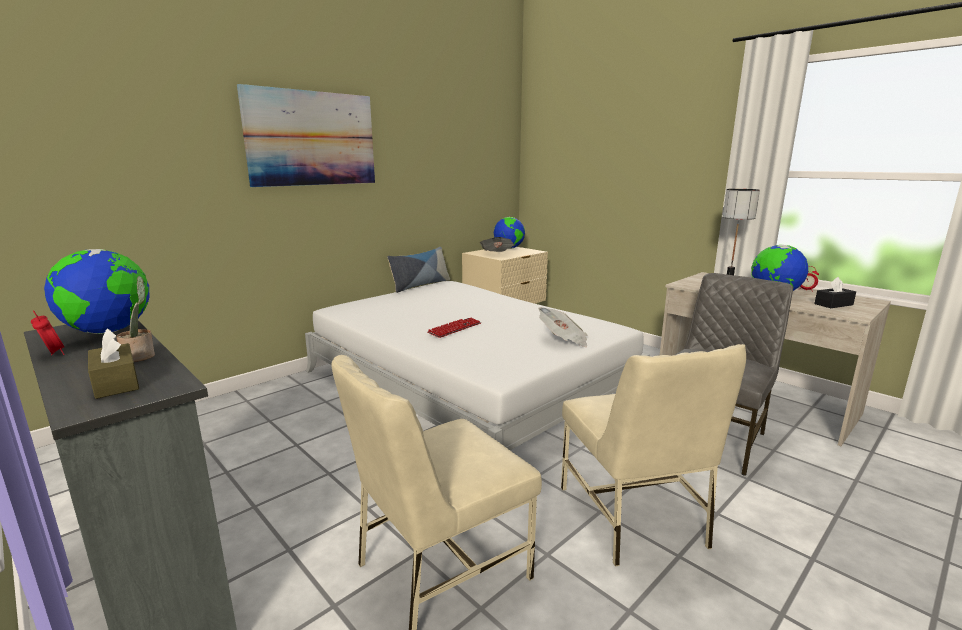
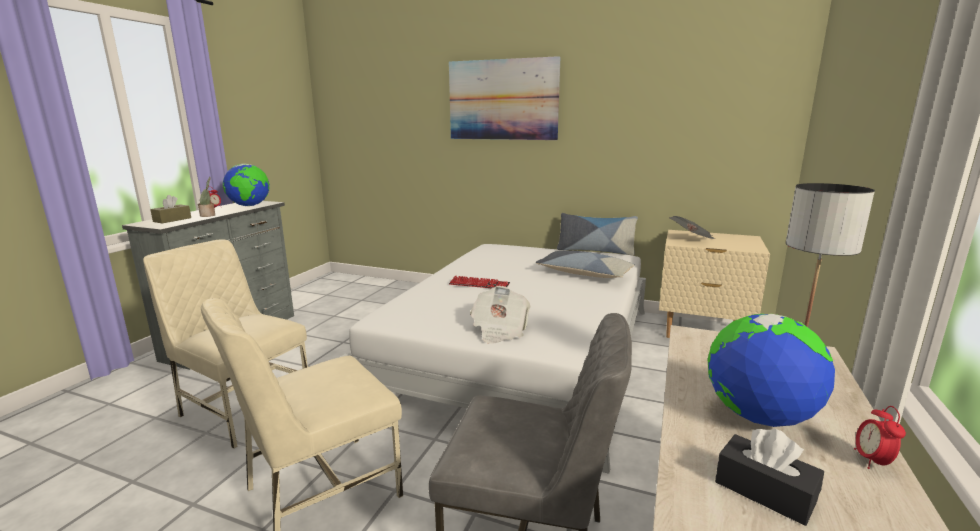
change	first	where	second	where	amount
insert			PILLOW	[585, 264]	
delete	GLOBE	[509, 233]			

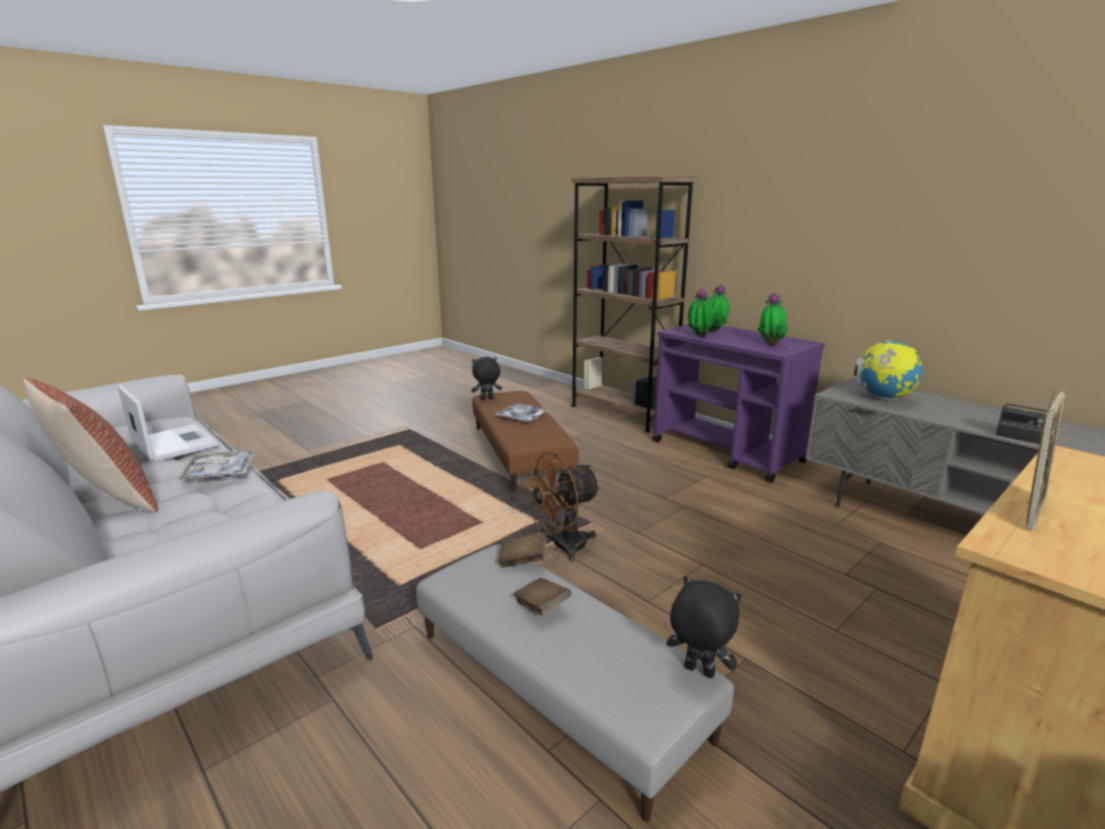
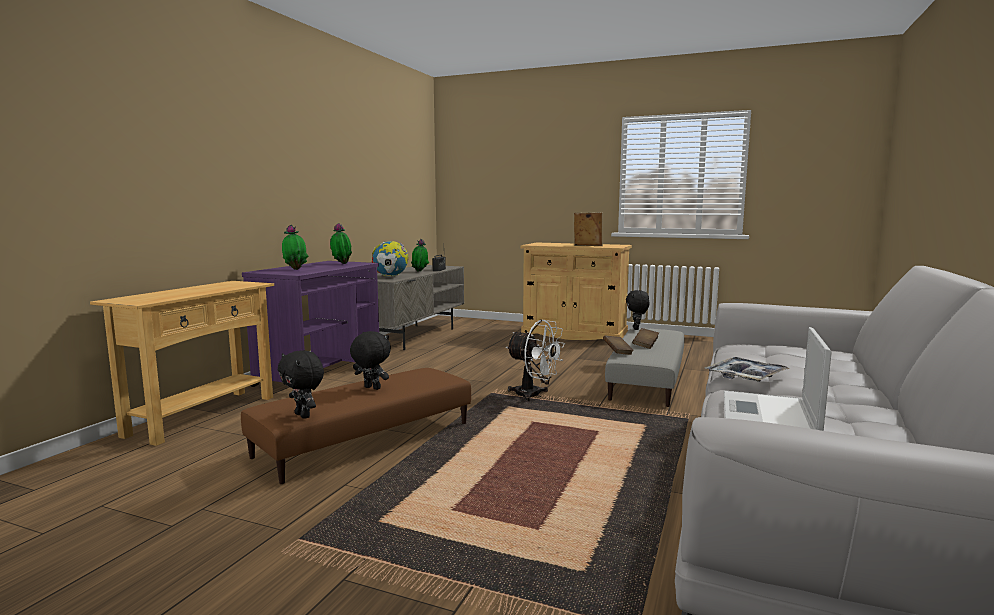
change	first	where	second	where	amount
replace	BROWN BOOKCASE	[634, 304]	BEIGE CONSOLE TABLE	[182, 363]	
replace	TRAY	[522, 412]	BLACK PLUSH TOY	[370, 360]	
move	POTTED PLANT	[701, 312]		[420, 255]	
recolor	BROWN FAN	[561, 506]	WHITE FAN	[535, 360]	
delete	PILLOW	[91, 445]			

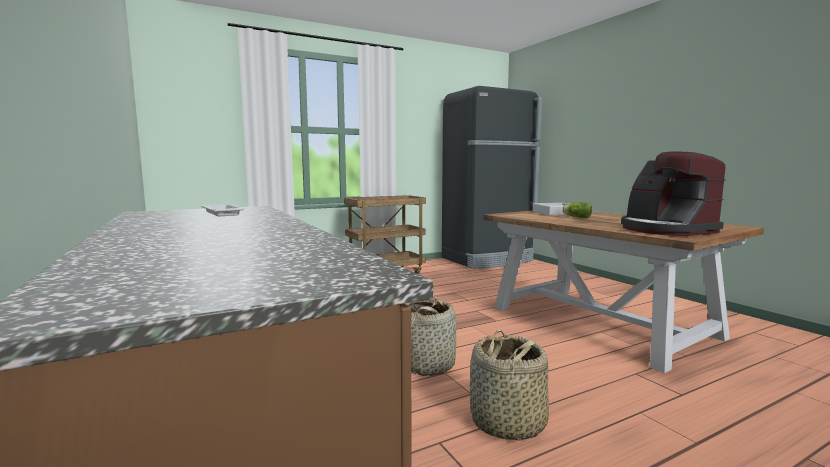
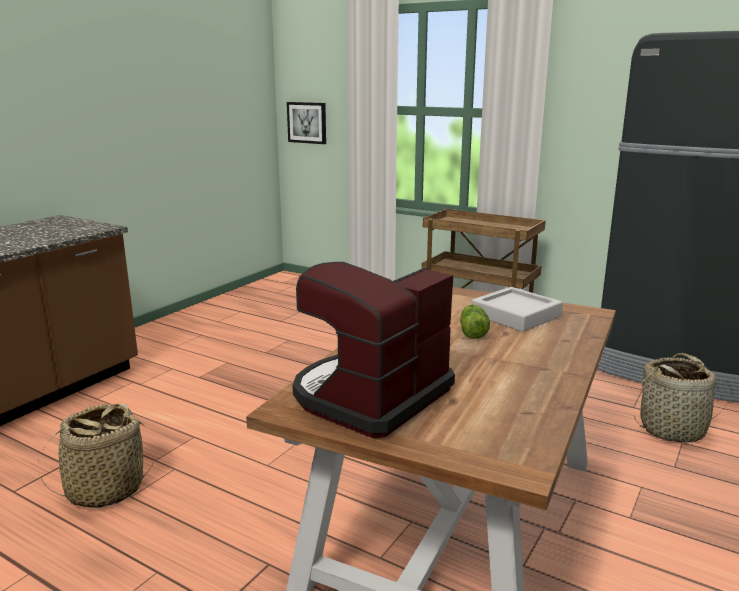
change	first	where	second	where	amount
insert			PICTURE	[306, 123]	
move	BASKET	[430, 335]		[681, 398]	
delete	WHITE TRAY	[223, 210]			

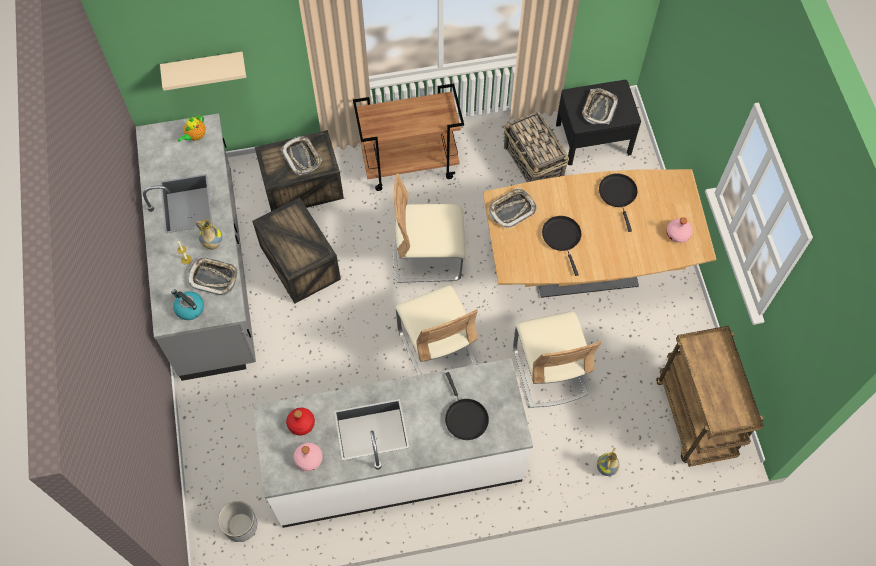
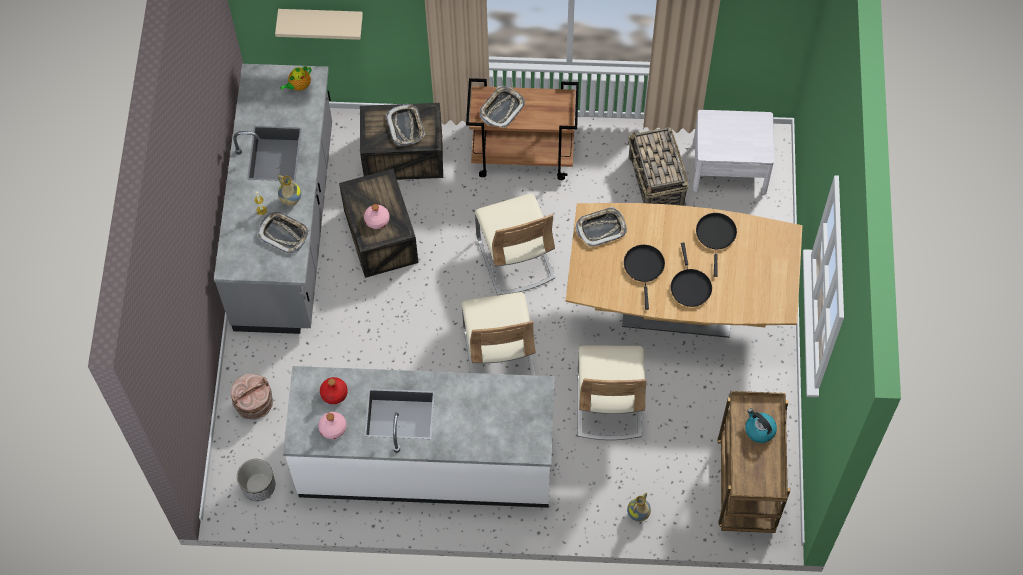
change	first	where	second	where	amount
insert			BROWN BUCKET	[252, 397]	
move	PINK BOTTLE	[679, 230]		[377, 216]	
rotate	BEIGE CHAIR	[429, 228]		[515, 244]	120 degrees counterclockwise
move	TRAY	[600, 106]		[502, 107]	
move	BLACK FRYING PAN	[467, 406]		[691, 275]	
recolor	BLACK NIGHTSTAND	[598, 122]	WHITE NIGHTSTAND	[733, 152]	
move	KETTLE	[187, 304]		[761, 425]	

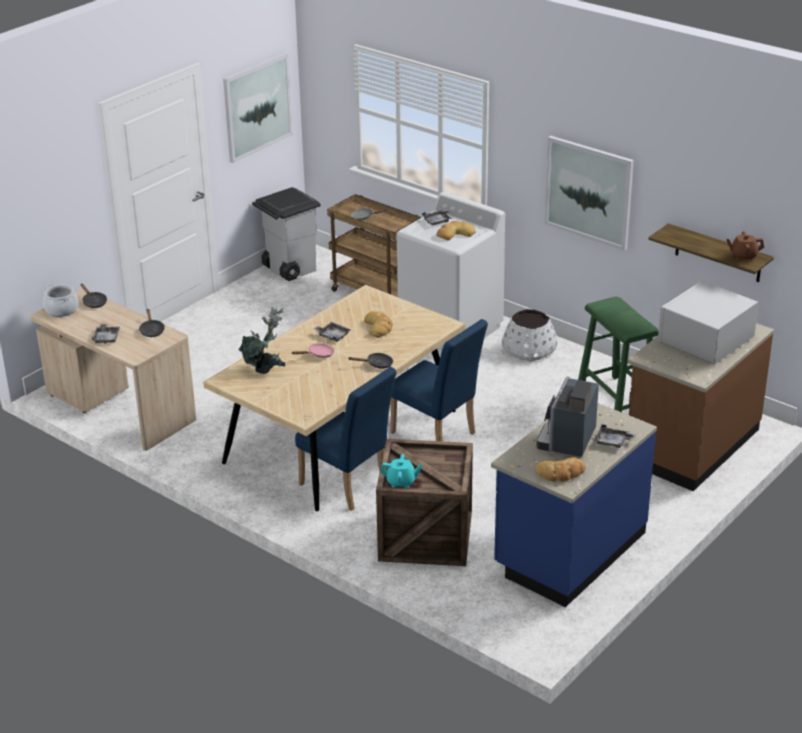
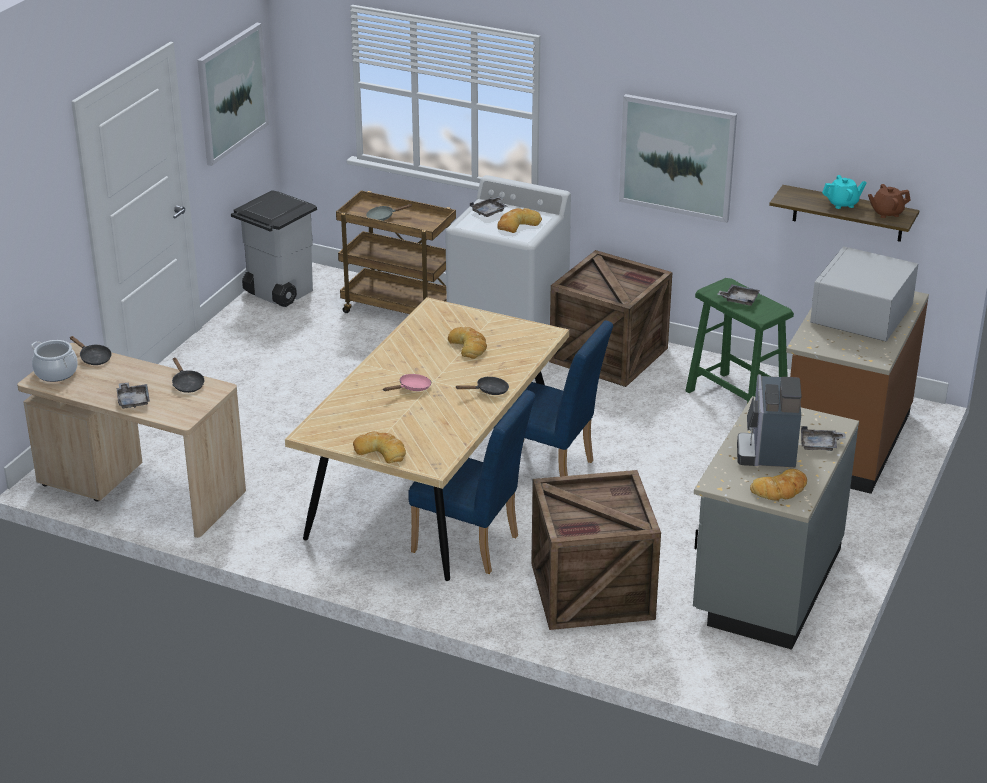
change	first	where	second	where	amount
insert			BREAD	[379, 447]	
replace	WHITE PLANTER	[530, 335]	CRATE	[610, 318]	
recolor	BLUE COUNTER	[574, 505]	GREY COUNTER	[776, 523]	
move	GREY TRAY	[332, 332]		[738, 295]	
move	TURQUOISE TEAPOT	[401, 471]		[844, 192]	
delete	POTTED PLANT	[262, 340]			

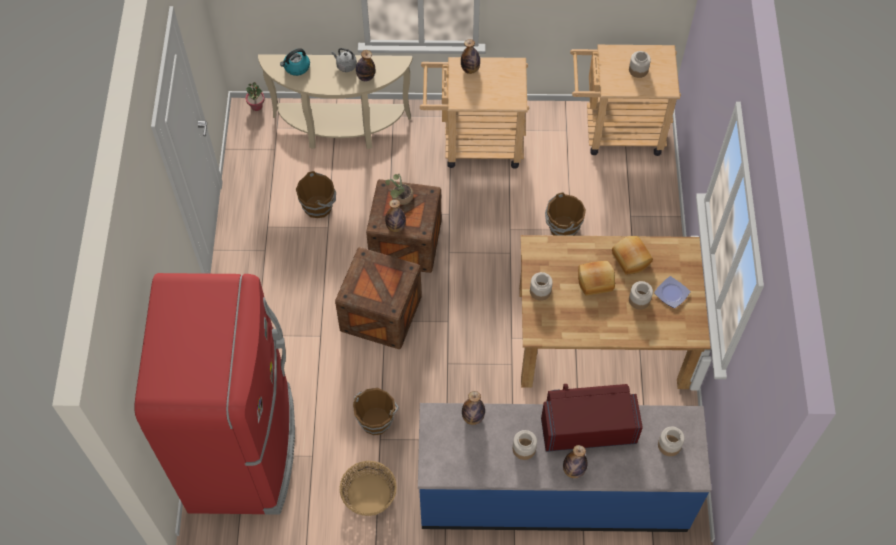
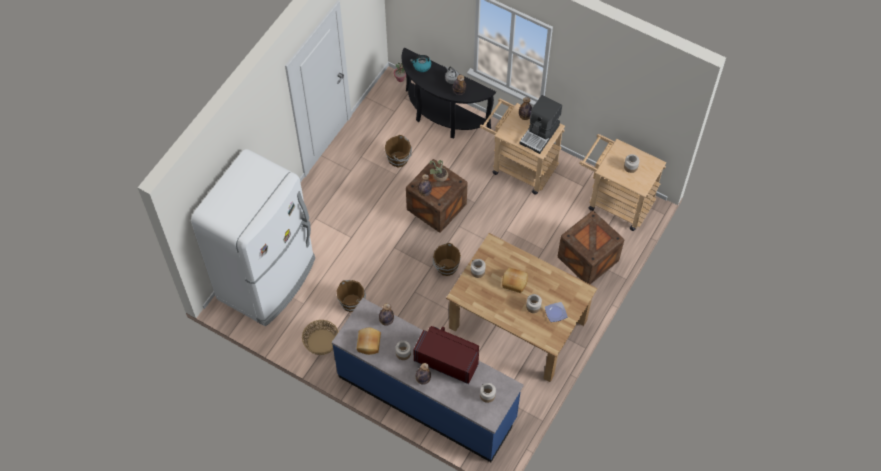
change	first	where	second	where	amount
recolor	RED FRIDGE	[215, 394]	WHITE FRIDGE	[253, 238]	
move	BREAD	[632, 255]		[369, 341]	
recolor	BEIGE CONSOLE TABLE	[335, 101]	BLACK CONSOLE TABLE	[449, 93]	
move	BROWN BUCKET	[565, 214]		[447, 259]	
insert			COFFEE MACHINE	[540, 124]	
move	CRATE	[378, 298]		[590, 247]	

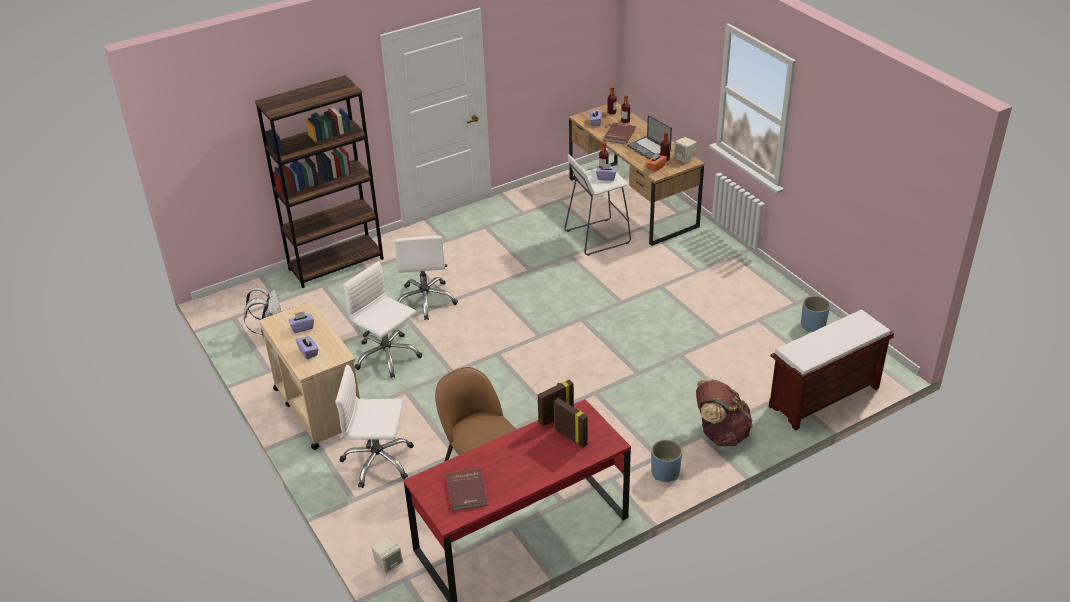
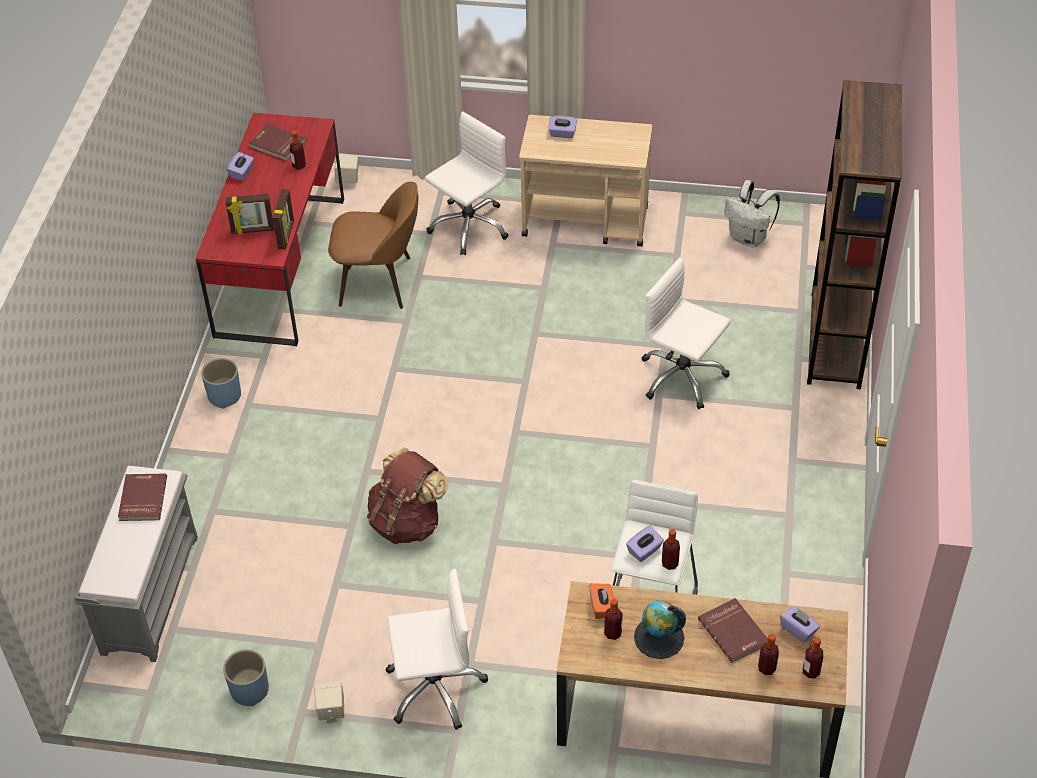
change	first	where	second	where	amount
recolor	BROWN BENCH	[831, 370]	GREY BENCH	[136, 563]	
insert			RED BOOK	[142, 497]	
move	PURPLE TISSUE BOX	[301, 322]		[240, 166]	
insert			BOTTLE	[298, 150]	
move	BEIGE SPEAKER	[685, 150]		[329, 702]	
move	BROWN BACKPACK	[724, 412]		[407, 496]	
move	WHITE OFFICE CHAIR	[382, 319]		[436, 649]	
replace	LAPTOP	[649, 137]	GLOBE	[660, 629]	

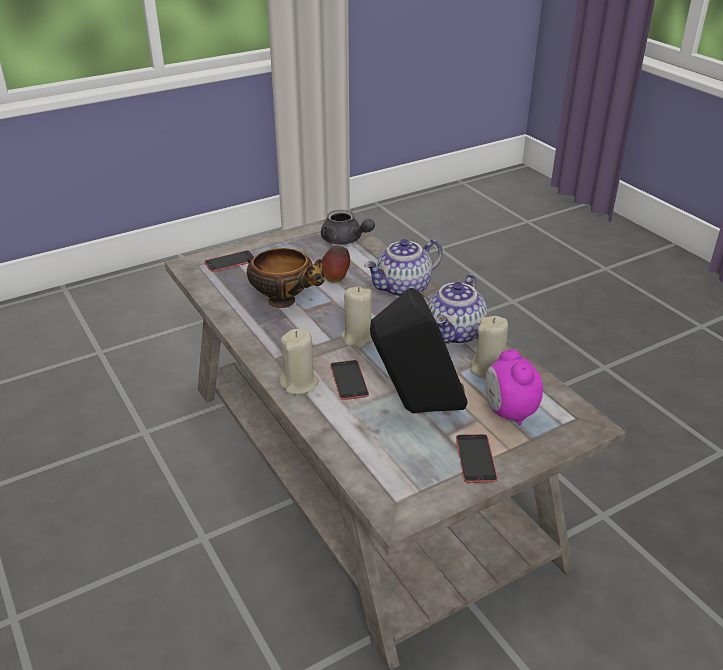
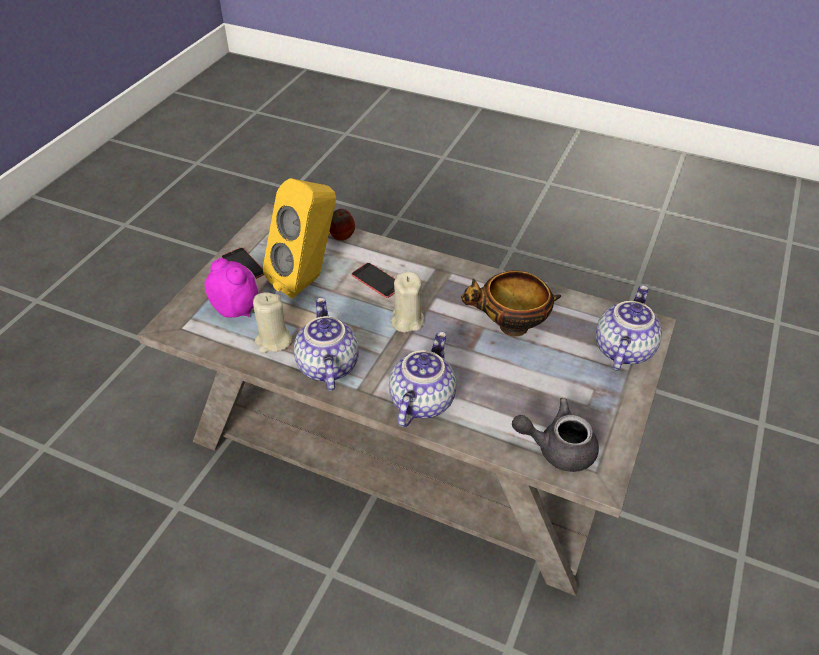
change	first	where	second	where	amount
recolor	BLACK SPEAKER	[419, 350]	YELLOW SPEAKER	[299, 238]	
move	APPLE	[336, 264]		[342, 225]	
replace	PHONE	[229, 261]	TEAPOT	[629, 328]	
delete	BEIGE CANDLE	[299, 361]			

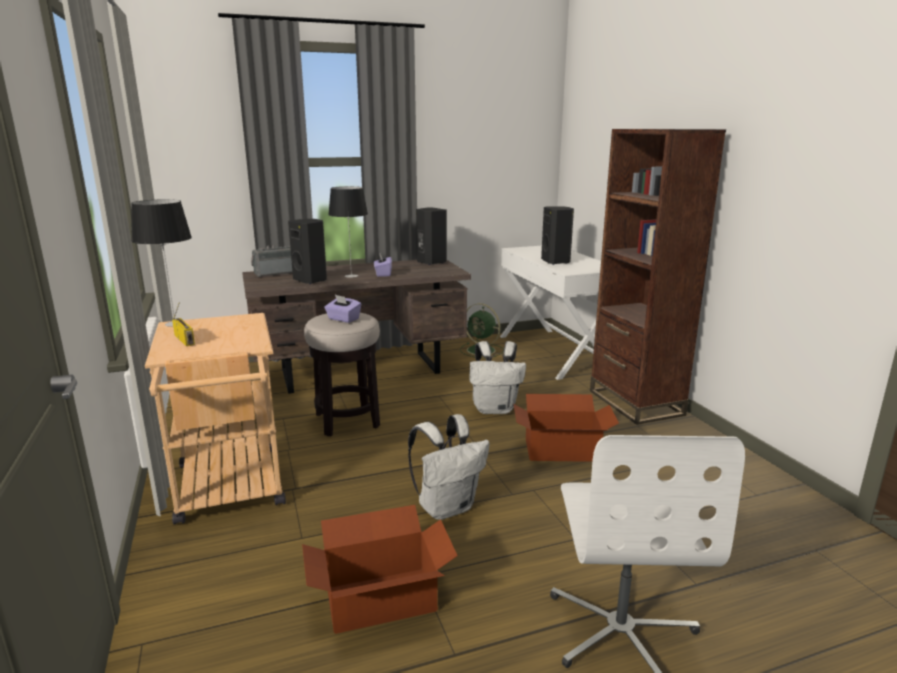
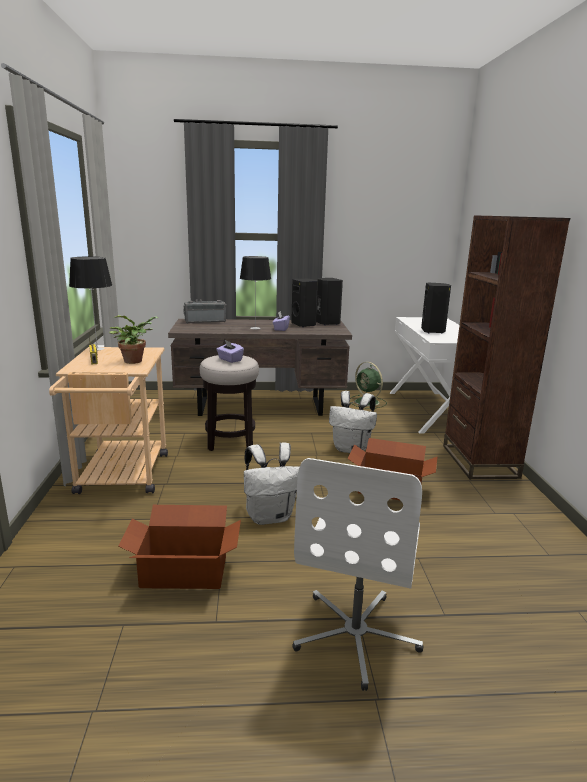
change	first	where	second	where	amount
insert			POTTED PLANT	[133, 339]	
move	BLACK SPEAKER	[307, 251]		[304, 303]	

